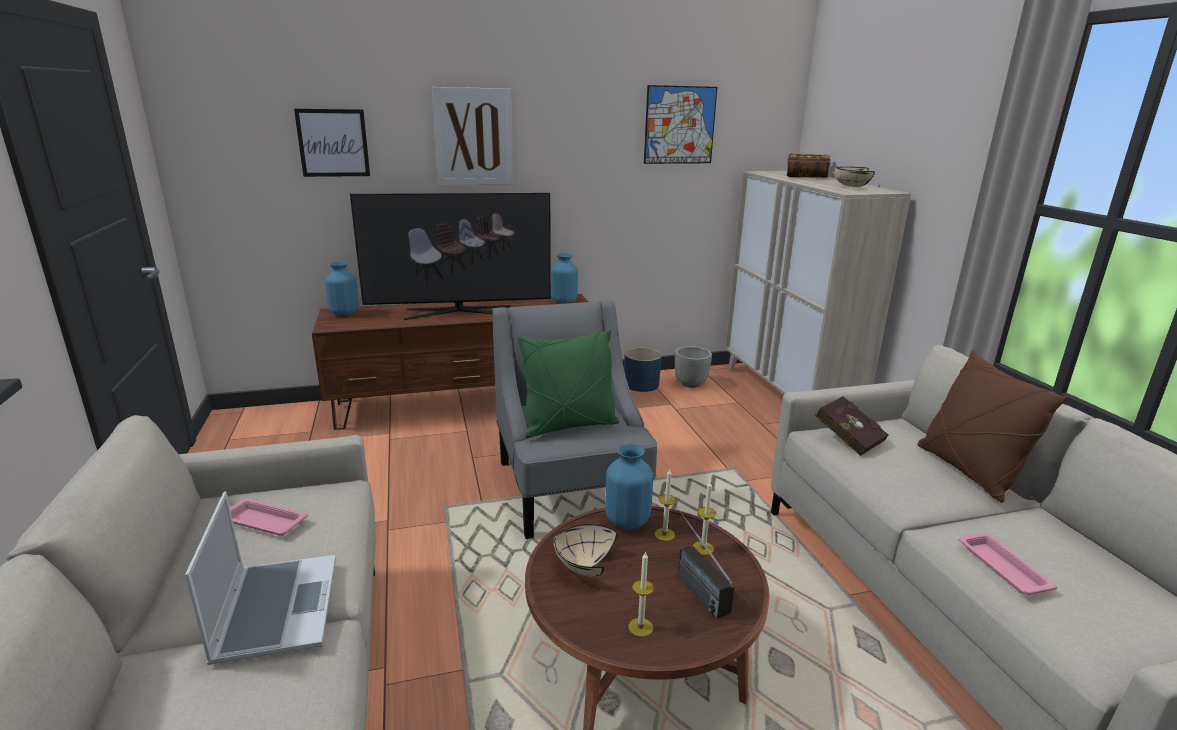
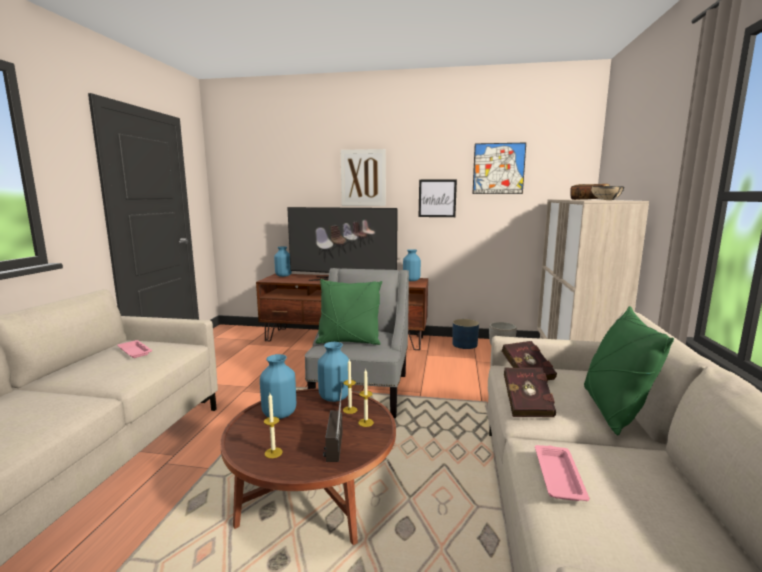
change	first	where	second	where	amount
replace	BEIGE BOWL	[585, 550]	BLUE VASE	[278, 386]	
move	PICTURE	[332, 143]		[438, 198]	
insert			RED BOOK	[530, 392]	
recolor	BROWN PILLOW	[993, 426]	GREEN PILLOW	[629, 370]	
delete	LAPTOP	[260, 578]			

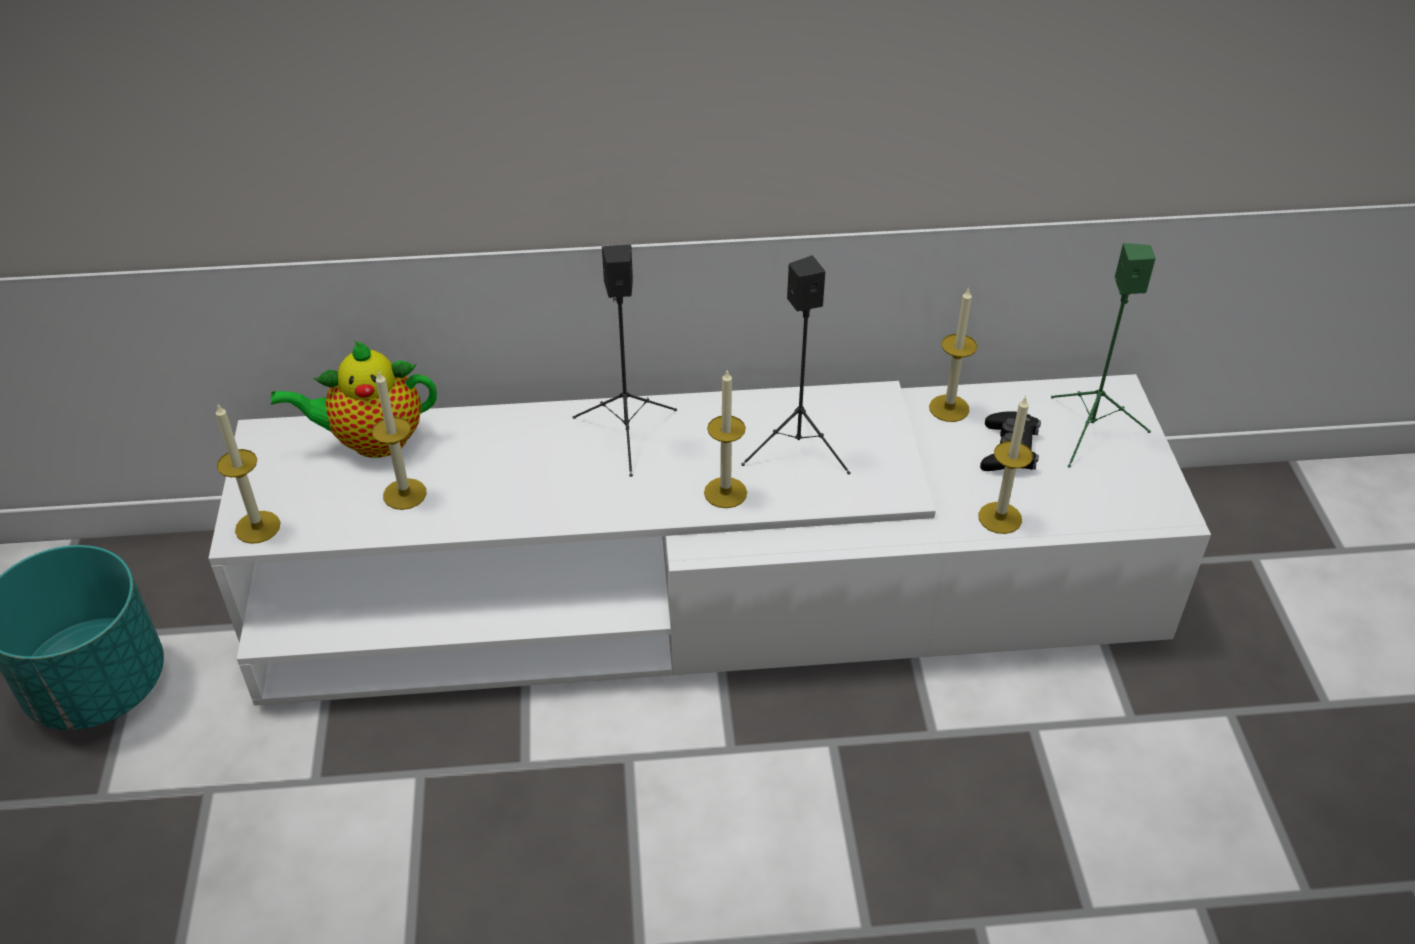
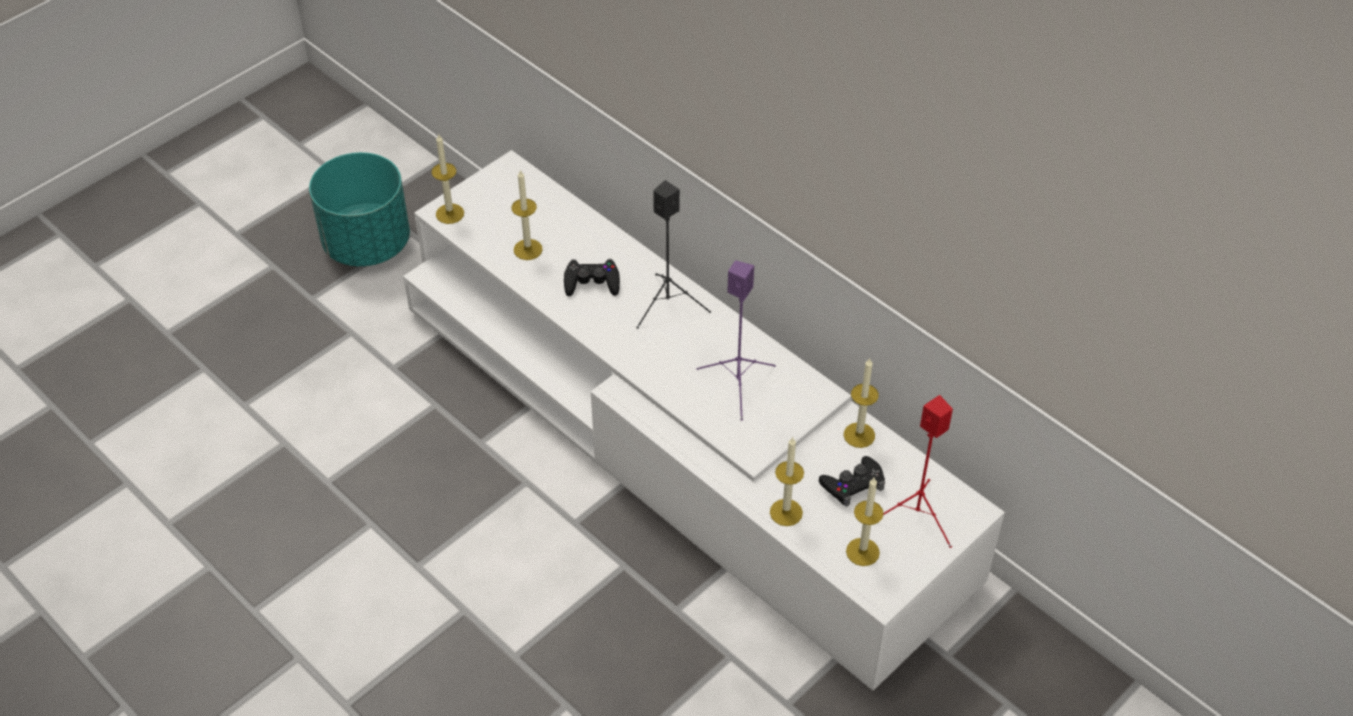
change	first	where	second	where	amount
insert			BLACK GAME CONTROLLER	[592, 277]	
recolor	BLACK SPEAKER	[796, 364]	PURPLE SPEAKER	[736, 340]	
move	CANDLE	[725, 439]		[865, 522]	
recolor	GREEN SPEAKER	[1103, 355]	RED SPEAKER	[918, 471]	
delete	TEAPOT	[354, 399]			

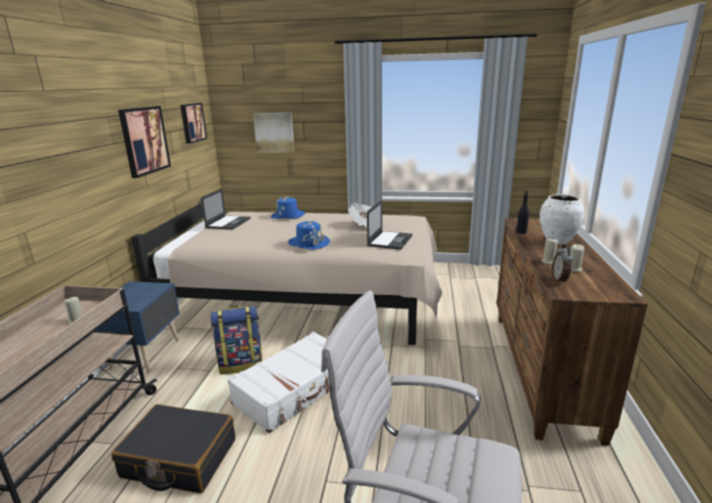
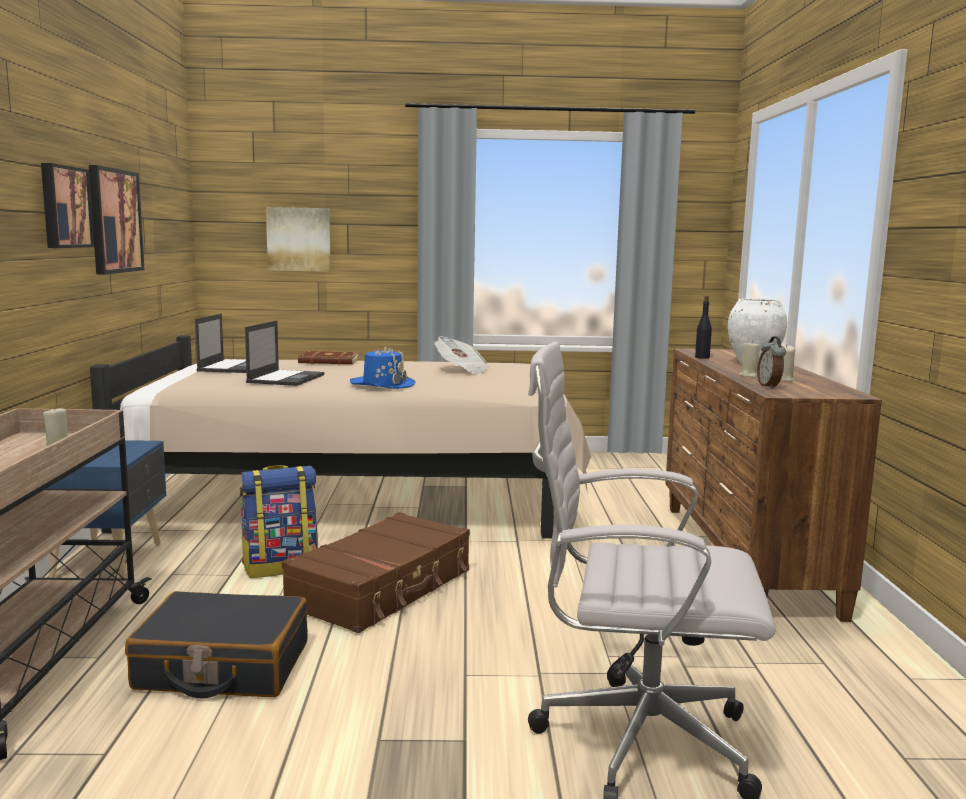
change	first	where	second	where	amount
move	PICTURE	[193, 123]		[67, 205]	
move	LAPTOP	[390, 225]		[284, 353]	
recolor	WHITE SUITCASE	[278, 382]	BROWN SUITCASE	[376, 572]	
replace	BLUE HAT	[288, 207]	BROWN BOOK	[328, 357]	

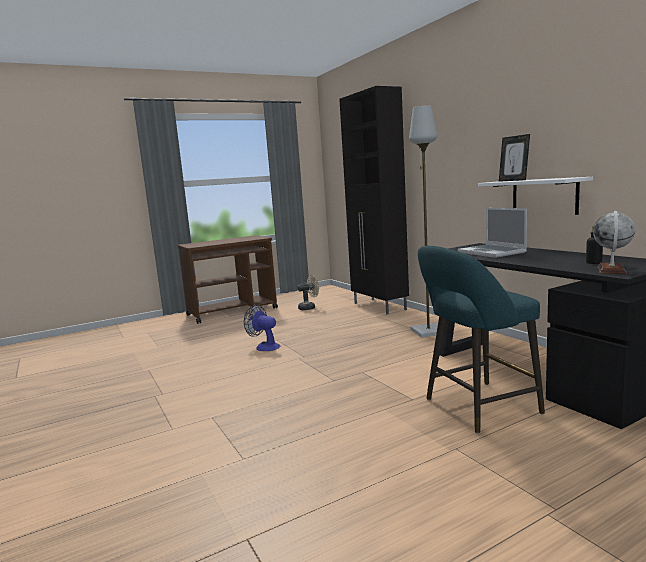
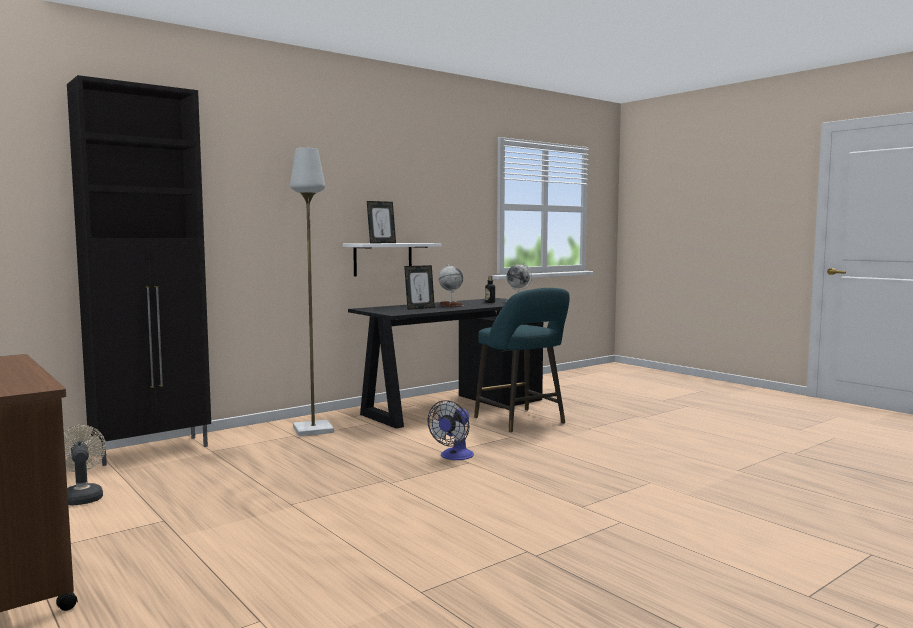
change	first	where	second	where	amount
replace	LAPTOP	[492, 233]	PICTURE FRAME	[419, 287]	
move	FAN	[262, 328]		[451, 430]	
insert			GLOBE	[451, 285]	

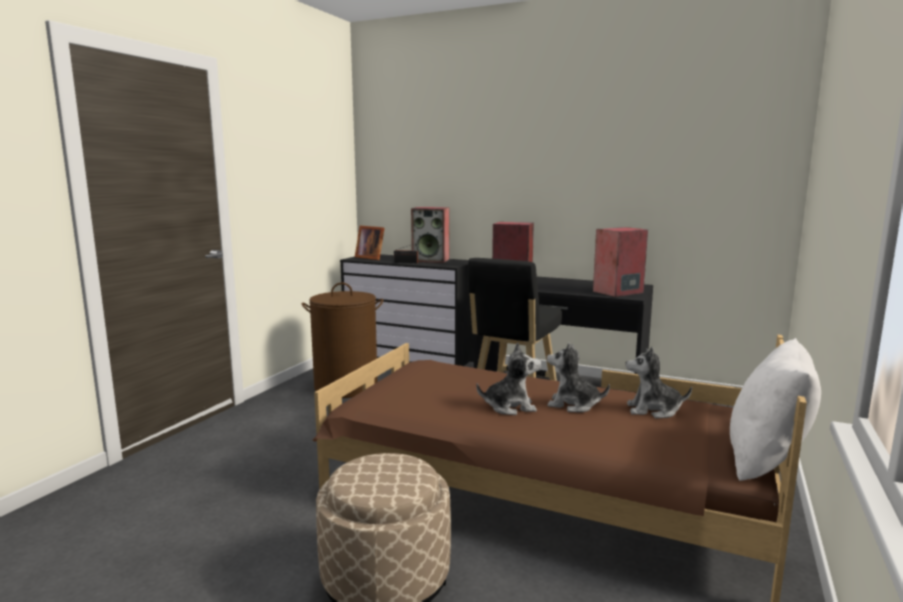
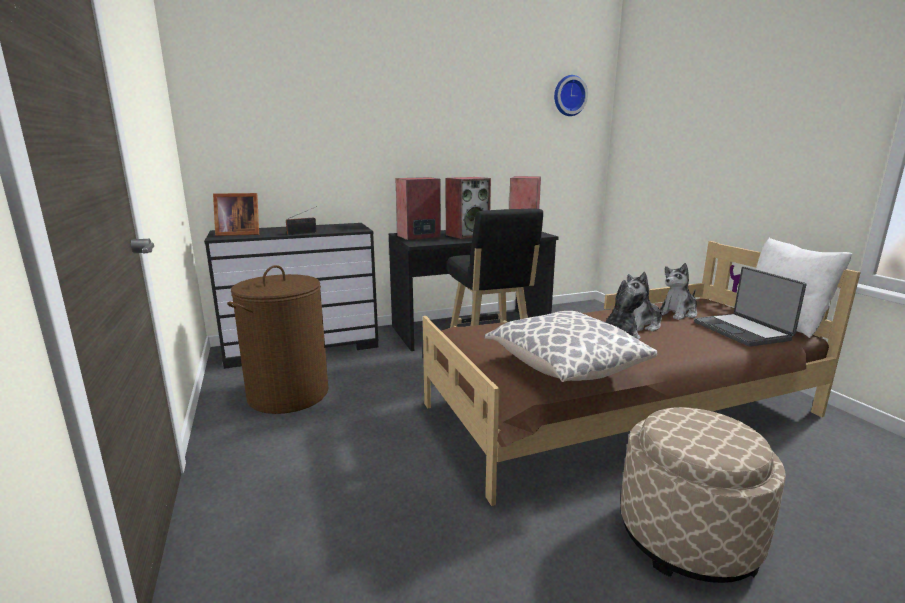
change	first	where	second	where	amount
move	SPEAKER	[430, 235]		[468, 208]	
insert			PILLOW	[570, 346]	
insert			WALL CLOCK	[571, 95]	
insert			LAPTOP	[750, 307]	

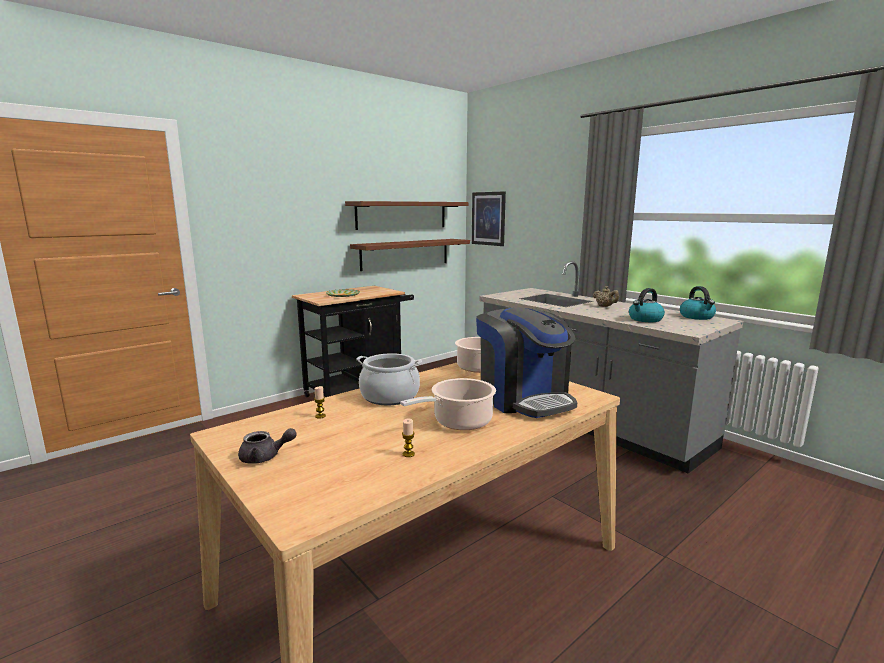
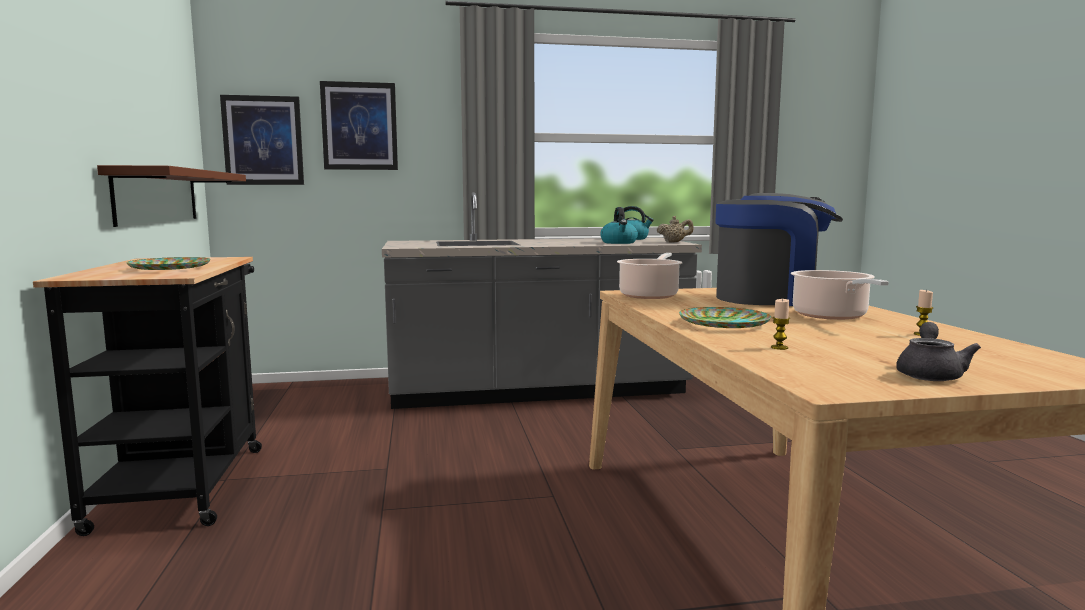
change	first	where	second	where	amount
insert			PICTURE	[359, 125]	
move	BEIGE TEAPOT	[606, 296]		[675, 229]	
replace	COOKING POT	[389, 379]	PLATE	[725, 317]	
delete	BROWN SHELF	[406, 215]			

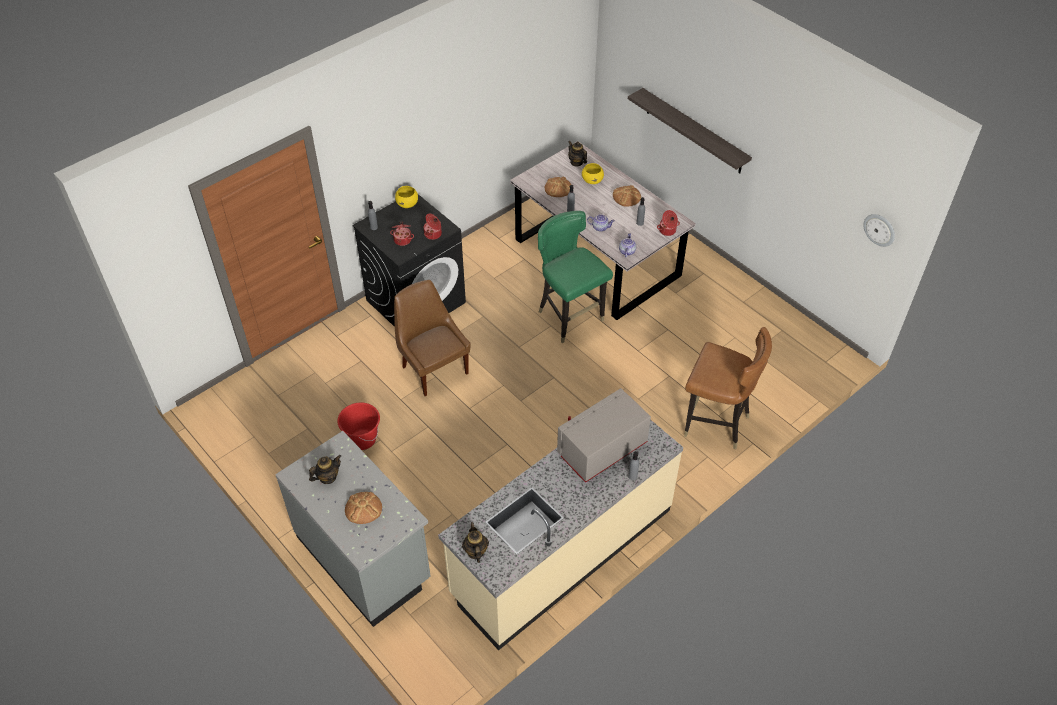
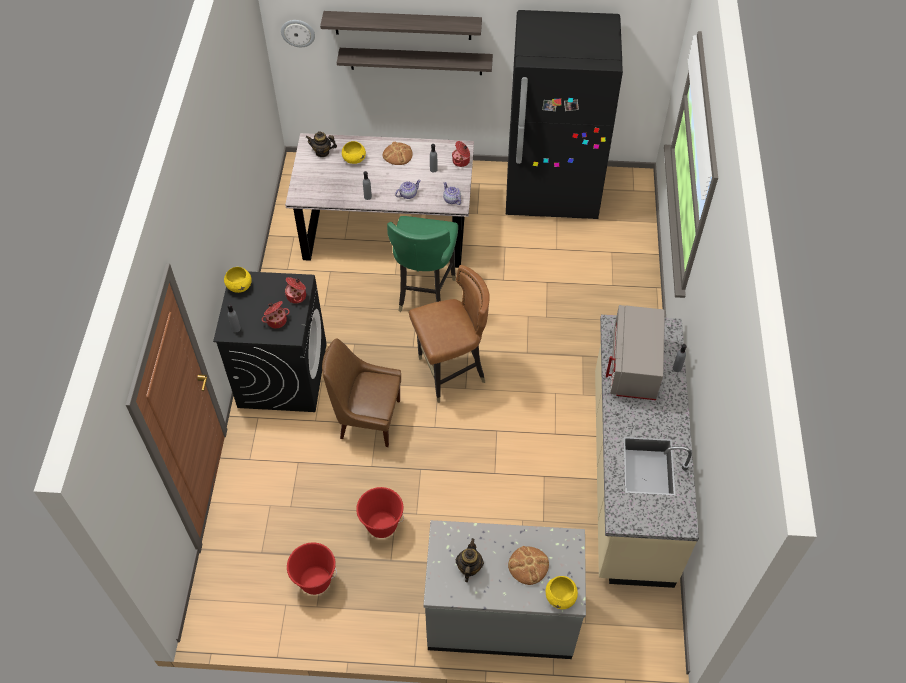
change	first	where	second	where	amount
move	WALL CLOCK	[879, 230]		[298, 33]	
insert			RED BUCKET	[312, 568]	
insert			SHELF	[401, 25]	
rotate	GREEN CHAIR	[575, 277]		[422, 264]	90 degrees counterclockwise
move	BROWN CHAIR	[728, 388]		[449, 334]	
insert			BLACK FRIDGE	[564, 114]	
insert			YELLOW BOWL	[562, 592]	
delete	TEAPOT	[475, 542]			
delete	BREAD	[558, 187]			

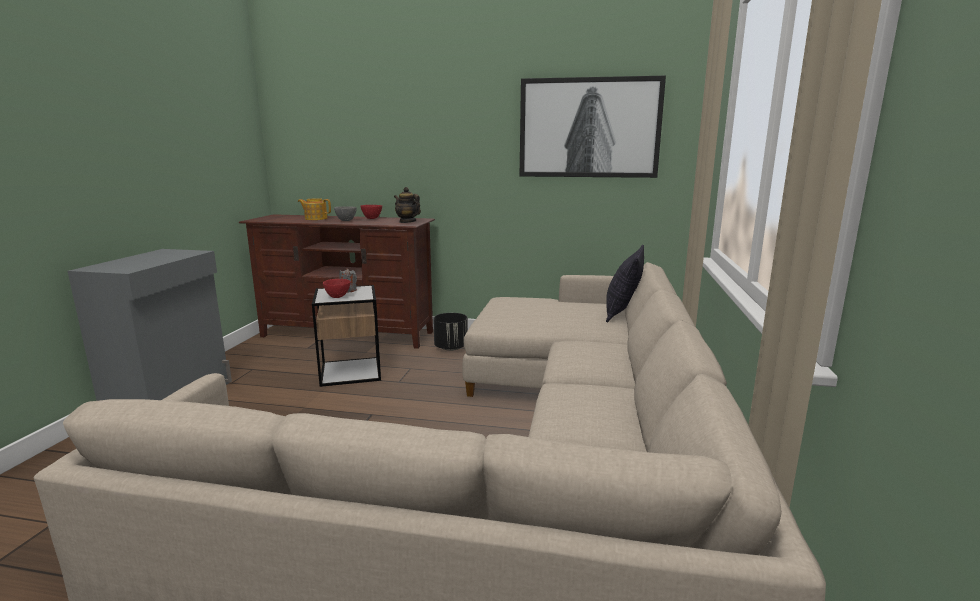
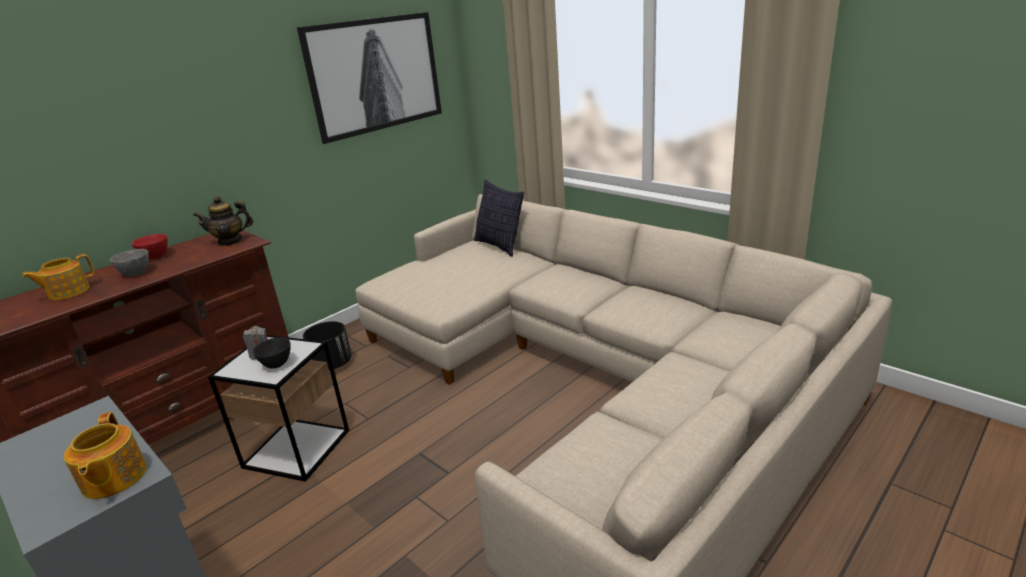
change	first	where	second	where	amount
insert			TEAPOT	[105, 455]	
recolor	RED BOWL	[337, 288]	BLACK BOWL	[272, 353]	

